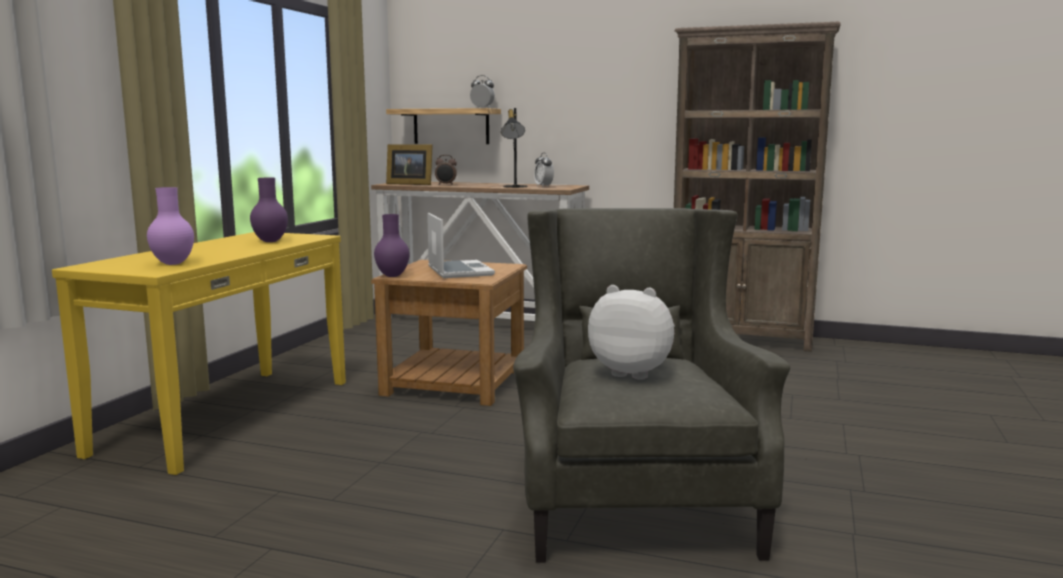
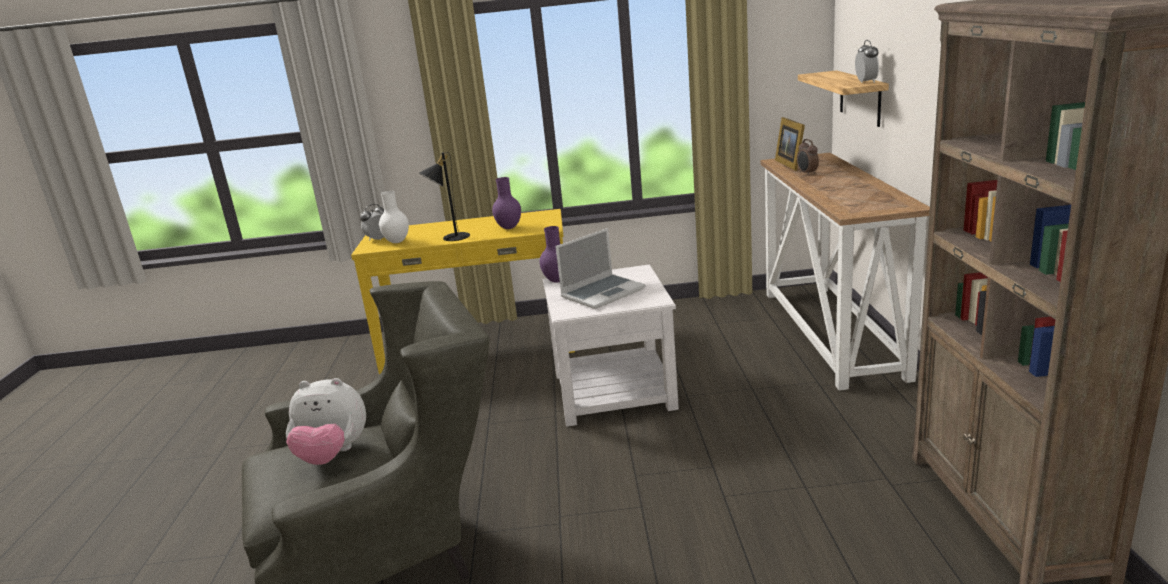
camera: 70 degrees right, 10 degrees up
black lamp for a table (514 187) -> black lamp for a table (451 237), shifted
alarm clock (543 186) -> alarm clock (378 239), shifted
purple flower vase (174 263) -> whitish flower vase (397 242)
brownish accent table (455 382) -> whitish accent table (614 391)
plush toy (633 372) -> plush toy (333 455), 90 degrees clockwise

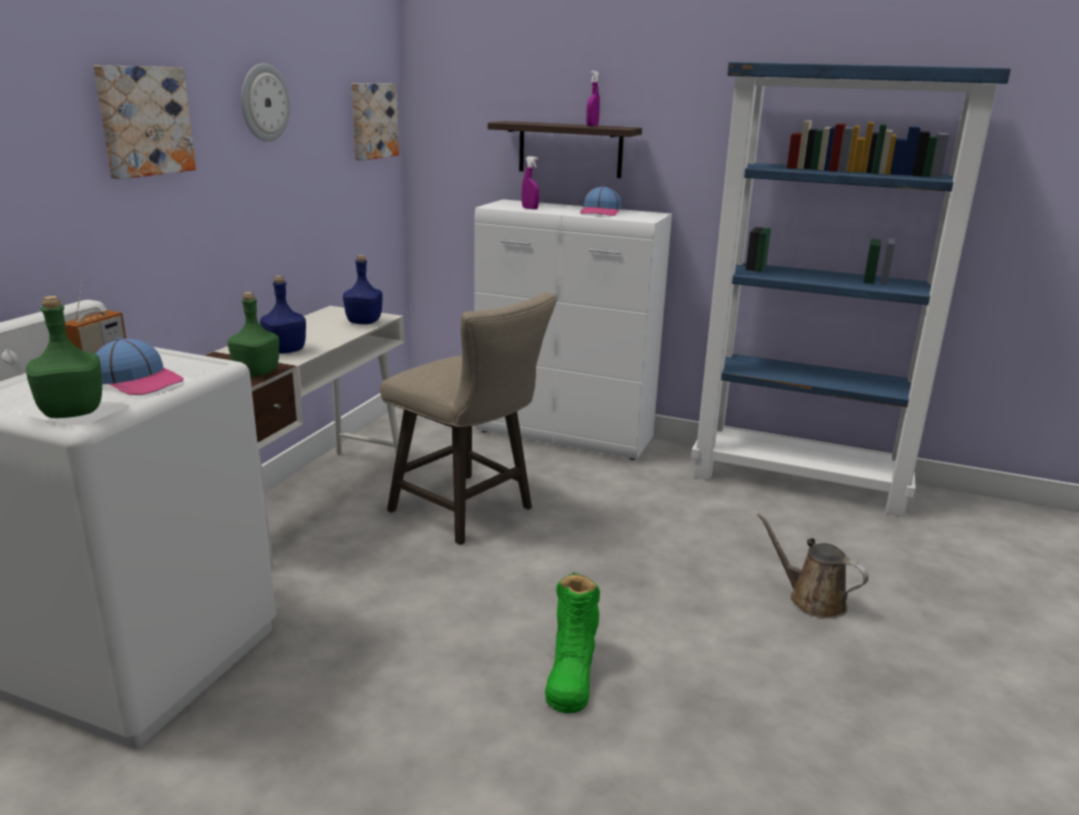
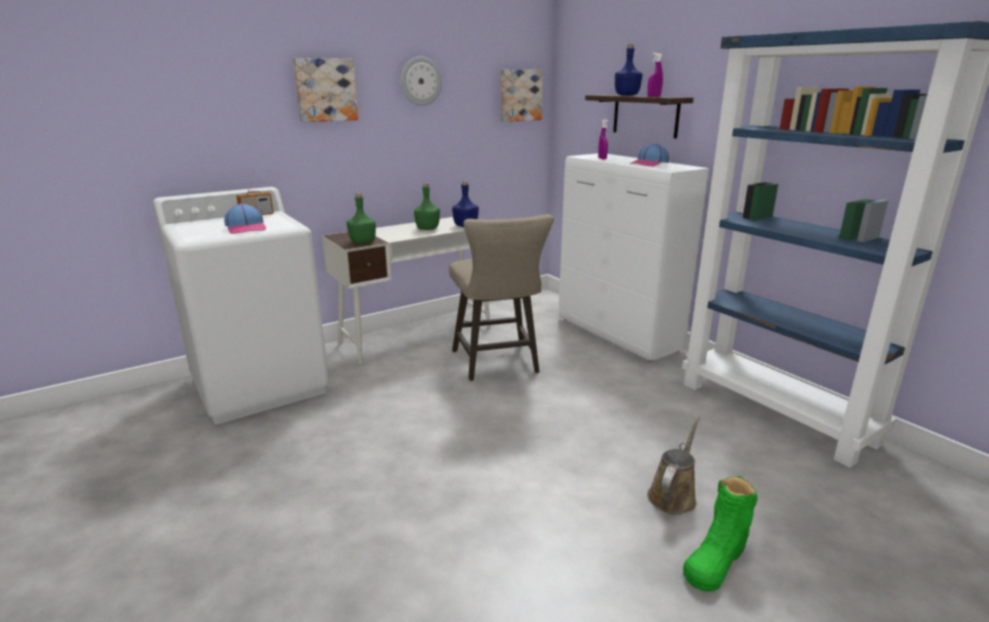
camera: 35 degrees right, 0 degrees up
bluish bottle (286 350) -> bluish bottle (627 95), shifted
greenish bottle (74 412) -> greenish bottle (428 229), shifted
brownish watering can (812 599) -> brownish watering can (673 495), 45 degrees clockwise
greenish boot (571 674) -> greenish boot (716 559), shifted

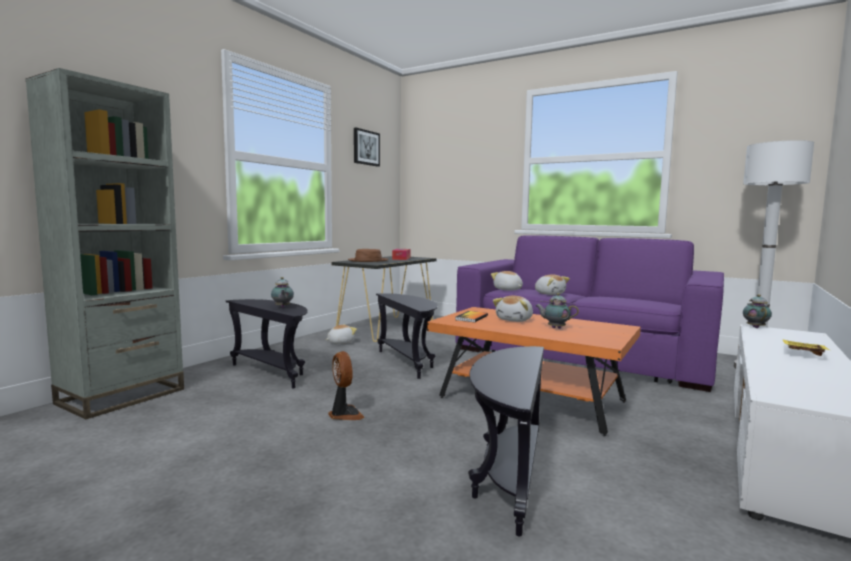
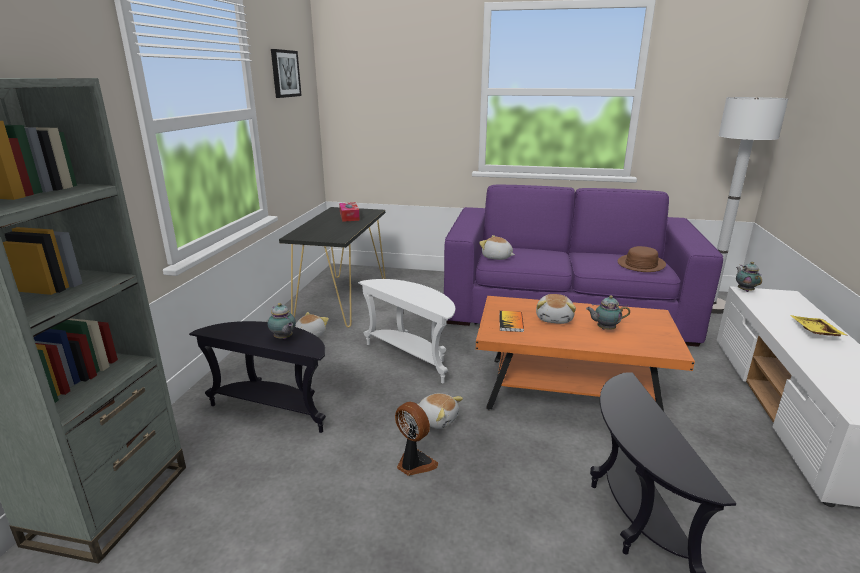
camera: 20 degrees left, 15 degrees up
brownish wearable hat (368 260) -> brownish wearable hat (641 264), shifted
plush toy (549 294) -> plush toy (437 419), shifted
black accent table (408 362) -> whitish accent table (412 357)

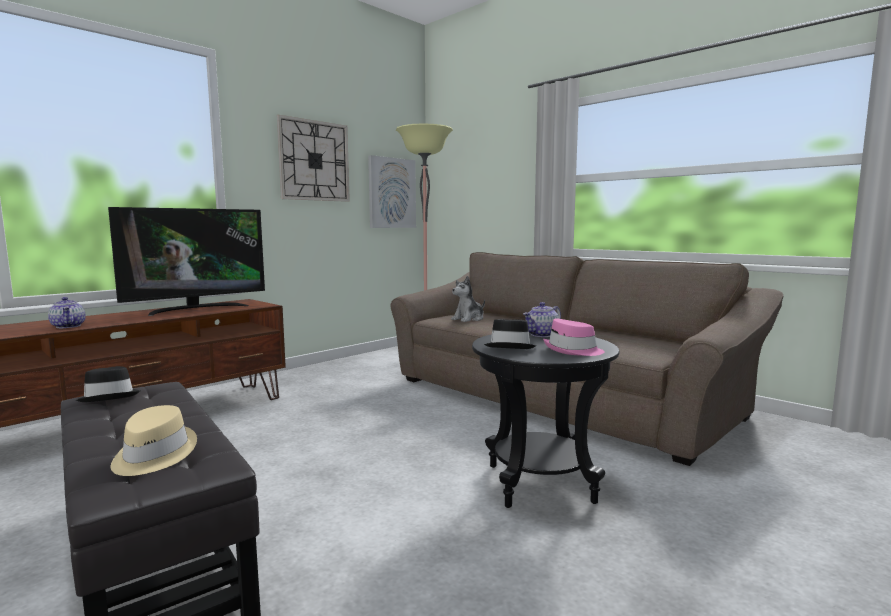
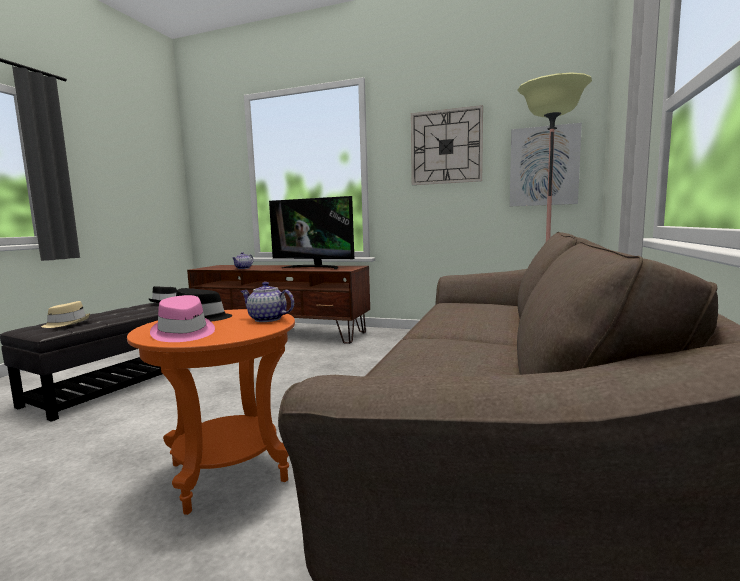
camera: 65 degrees right, 0 degrees up
plush toy (469 319) -> none
black accent table (540 484) -> orange accent table (228 473)

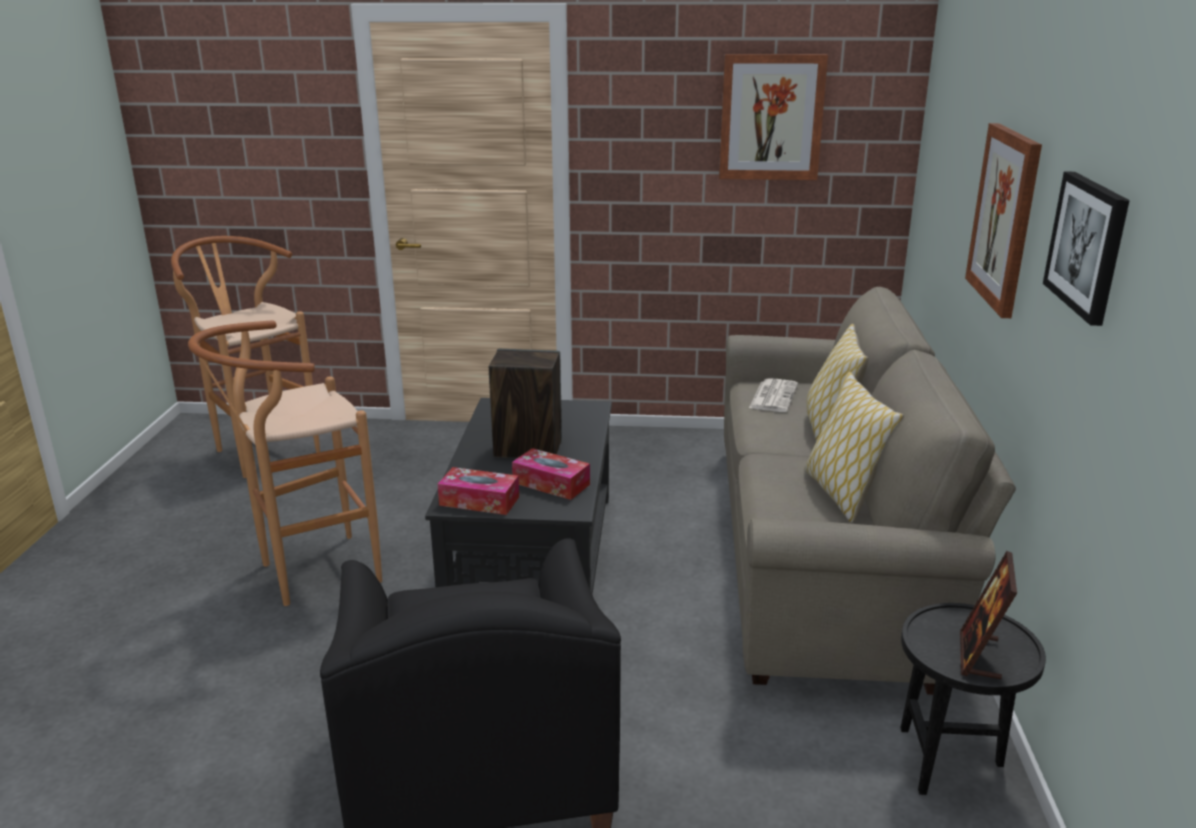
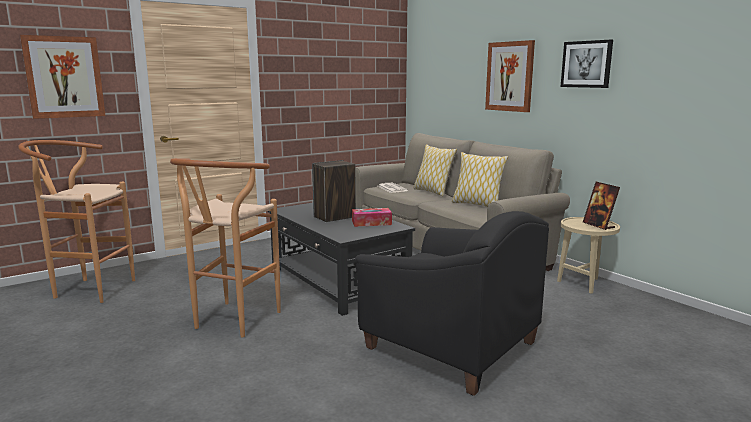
camera: 40 degrees left, 10 degrees down
wall picture (771 117) -> wall picture (64 77), shifted
box of tissues (479 501) -> none
black accent table (950 762) -> beige accent table (584 283)

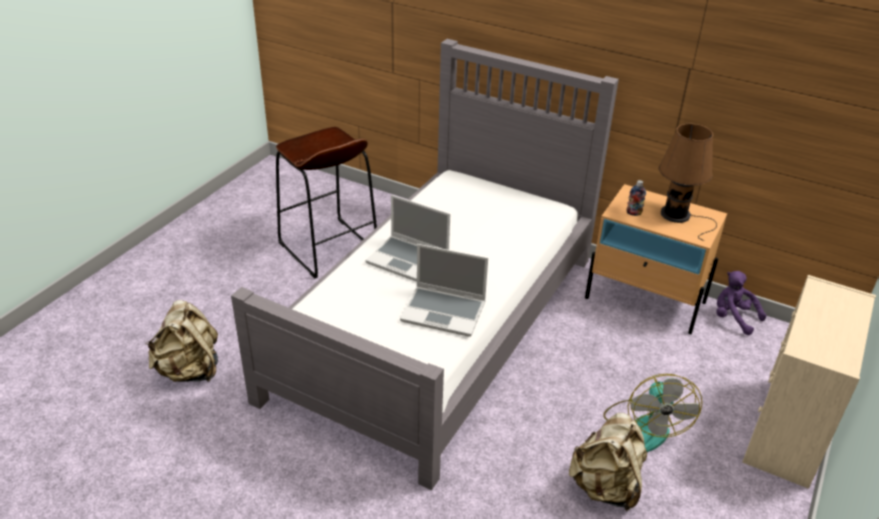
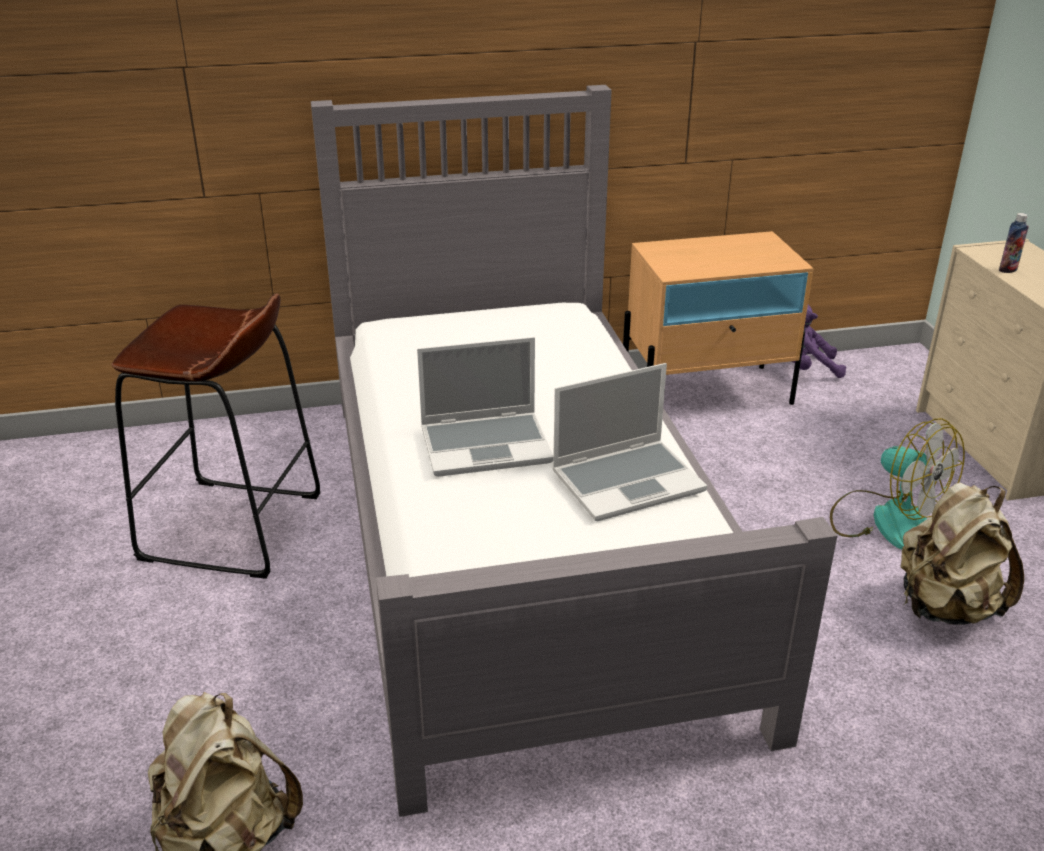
camera: 40 degrees left, 5 degrees down
brownish lamp for a table (678 216) -> none
bottle (633 213) -> bottle (1008 269), shifted

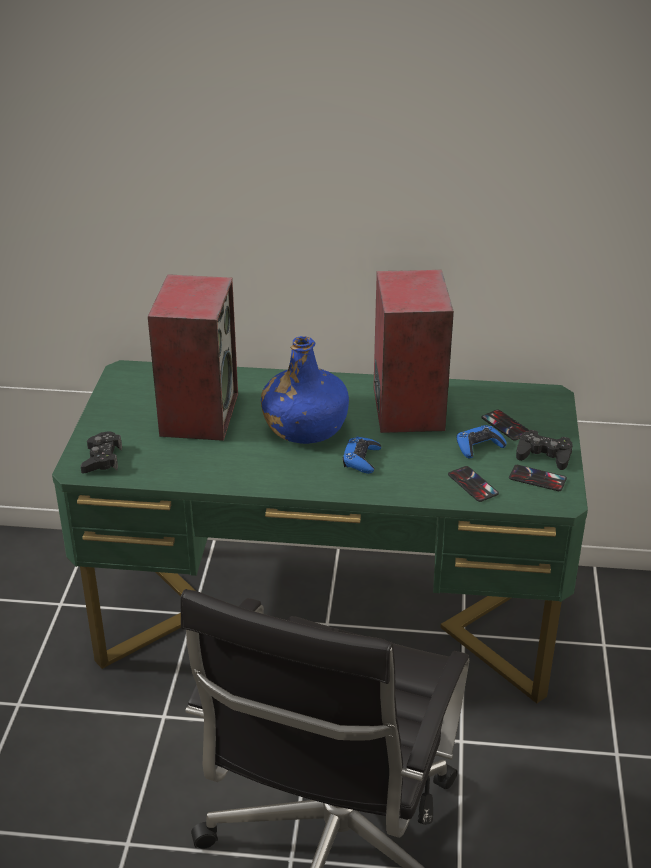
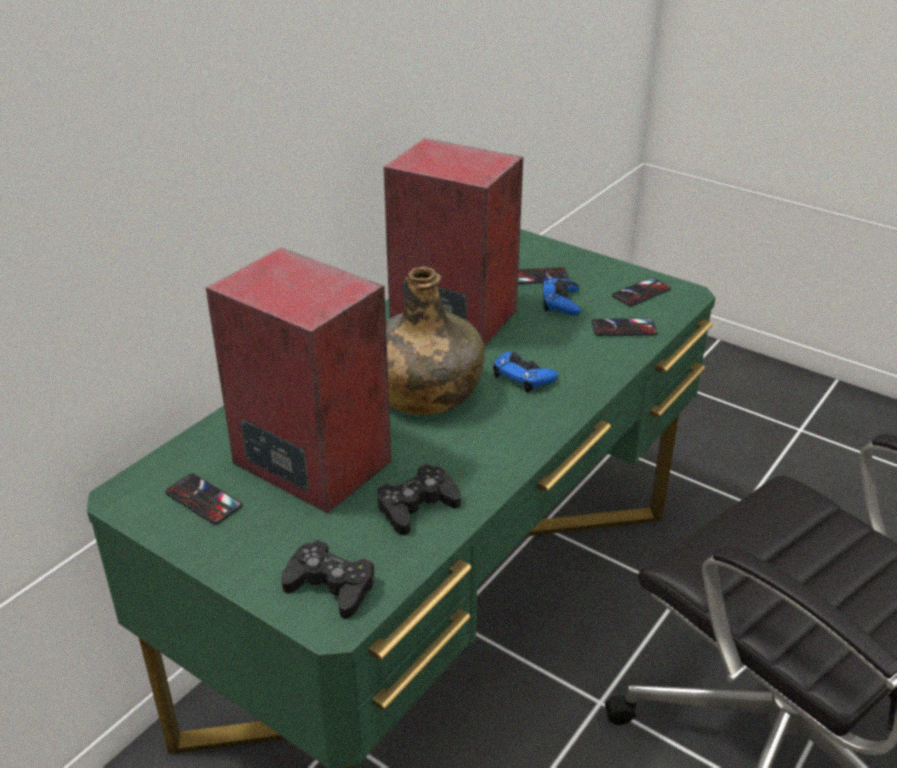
camera: 60 degrees left, 0 degrees up
bluish bottle (305 427) -> greenish bottle (424 392)
black joypad (544 455) -> black joypad (417 506), shifted
none -> handset (203 499)

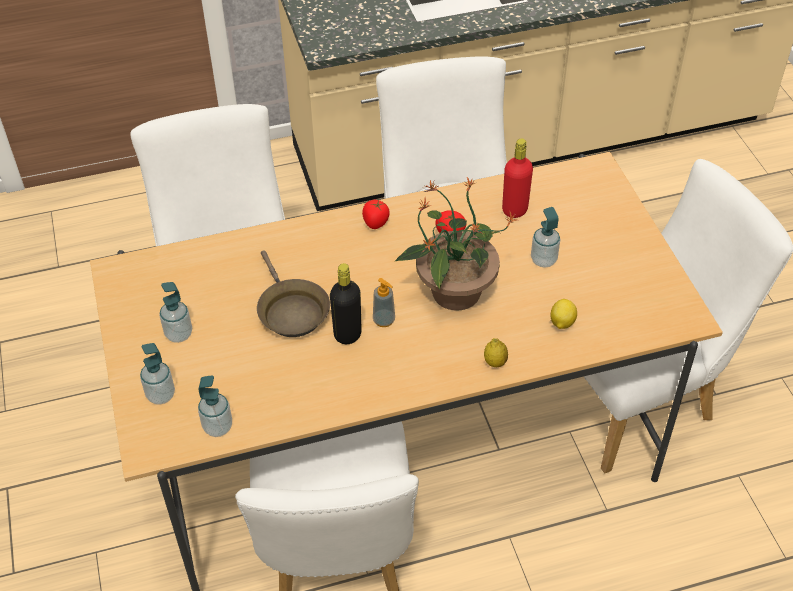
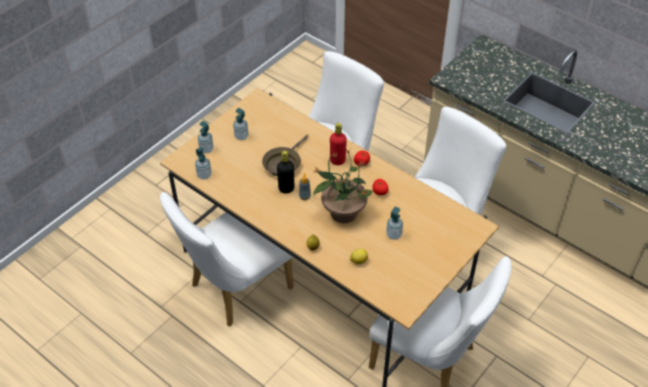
camera: 55 degrees right, 0 degrees up
red bottle (514 210) -> red bottle (337 161), shifted

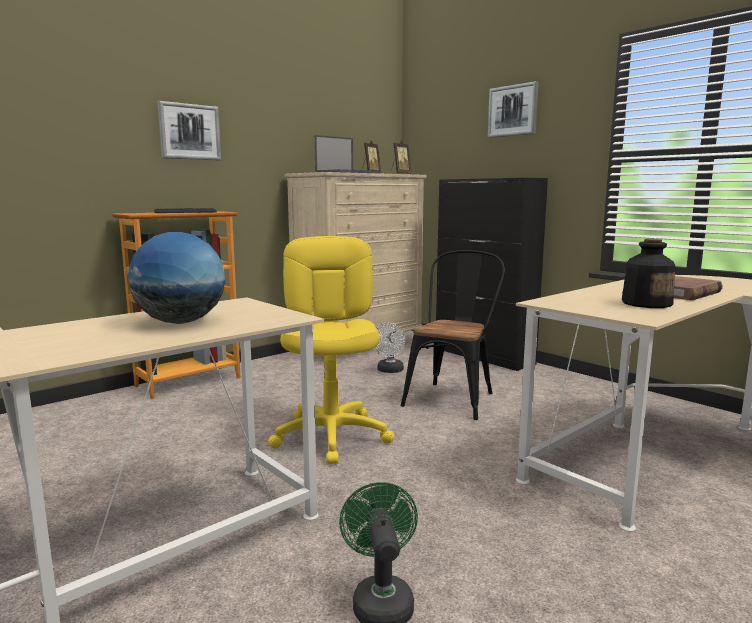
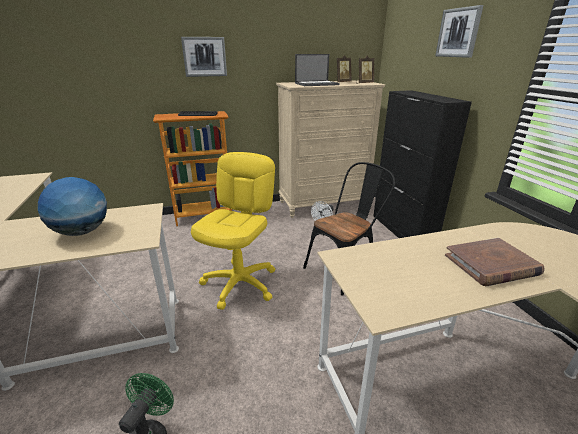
camera: 25 degrees right, 15 degrees up
bottle (646 303) -> none

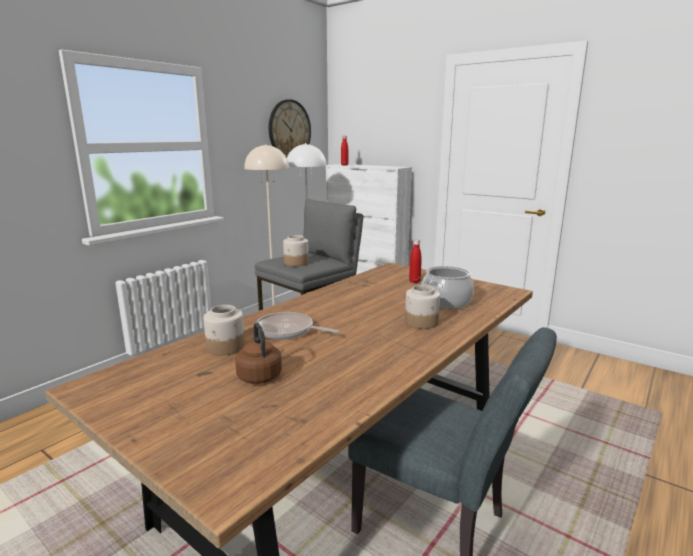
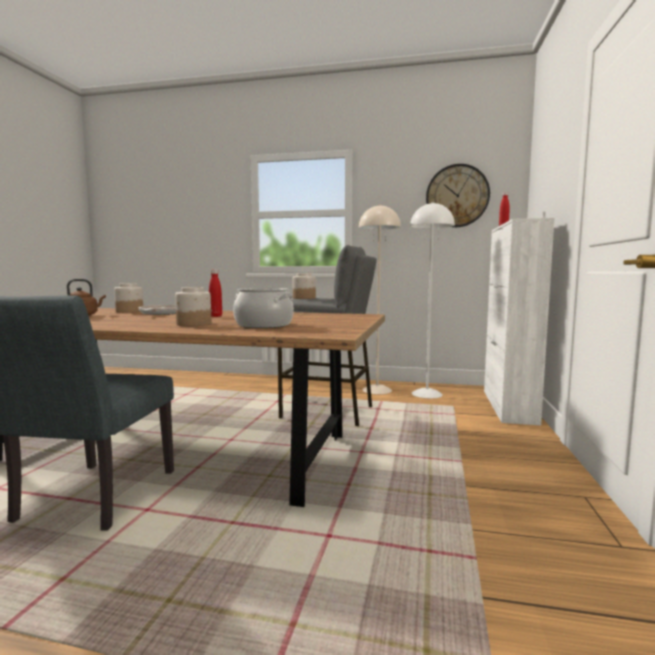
camera: 65 degrees right, 10 degrees down
red bottle (414 281) -> red bottle (216 316), shifted

